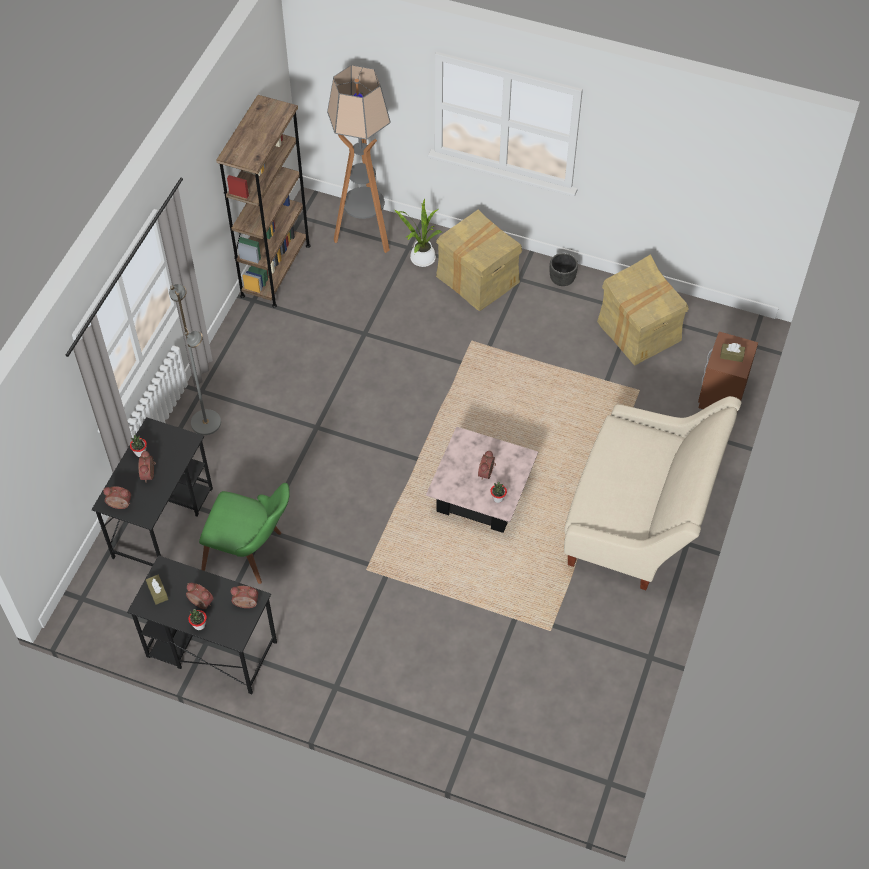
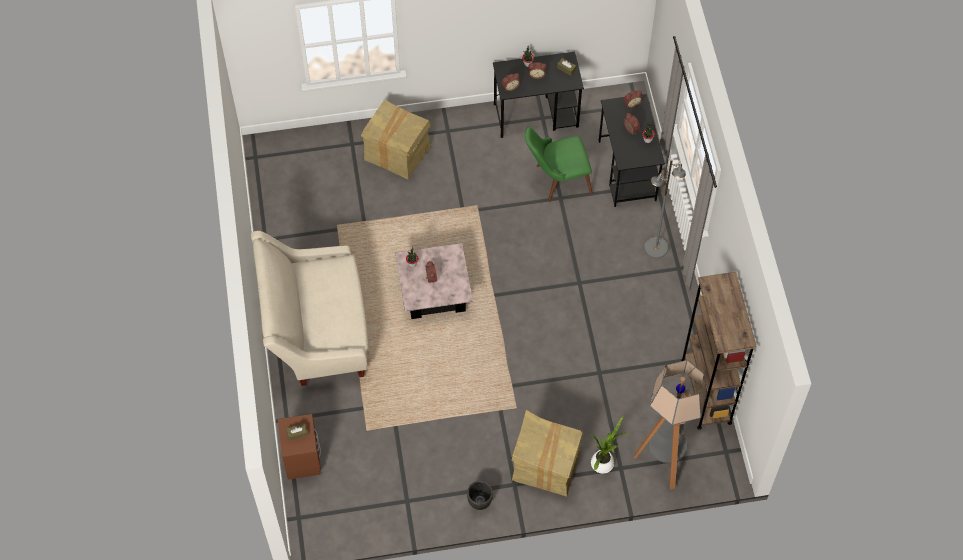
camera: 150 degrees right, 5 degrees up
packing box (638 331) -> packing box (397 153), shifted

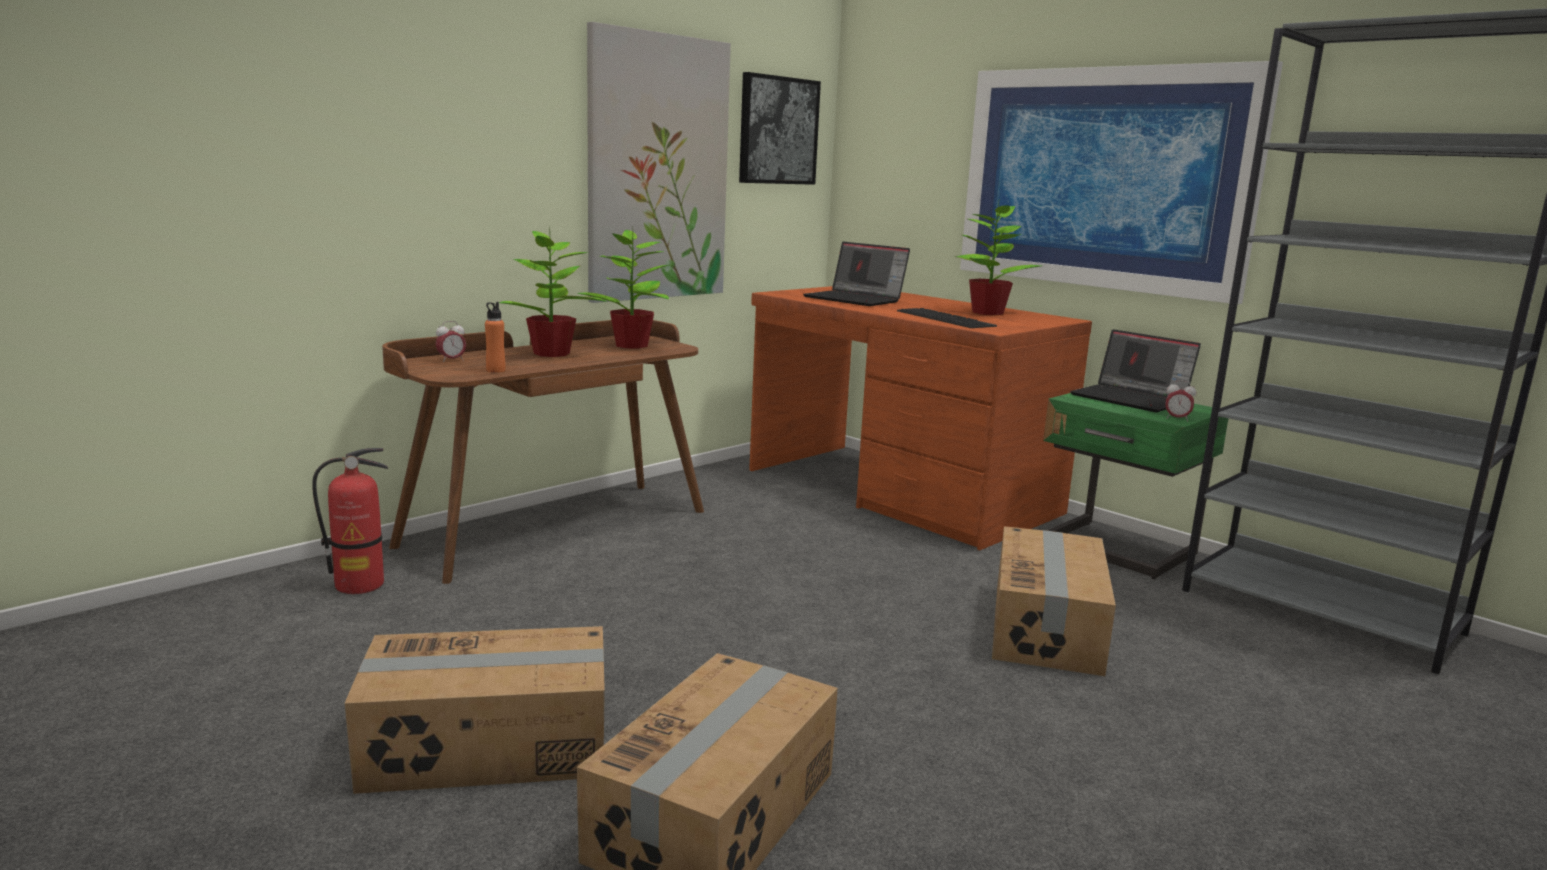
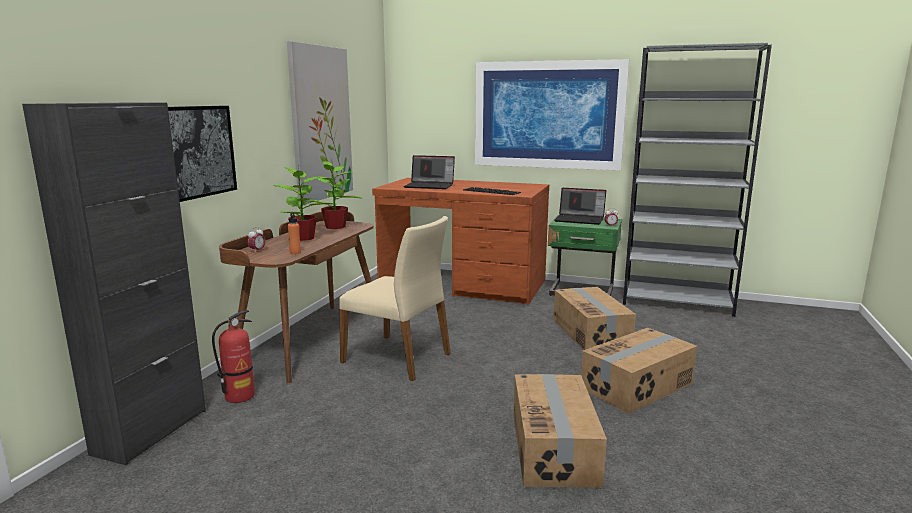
camera: 25 degrees left, 0 degrees up
wall picture (778 130) -> wall picture (198 151), shifted
plant in a pot (987 312) -> none
packing box (488 746) -> packing box (637 386), shifted
none -> black cabinet (151 431)
none -> beige upright chair (398 357)

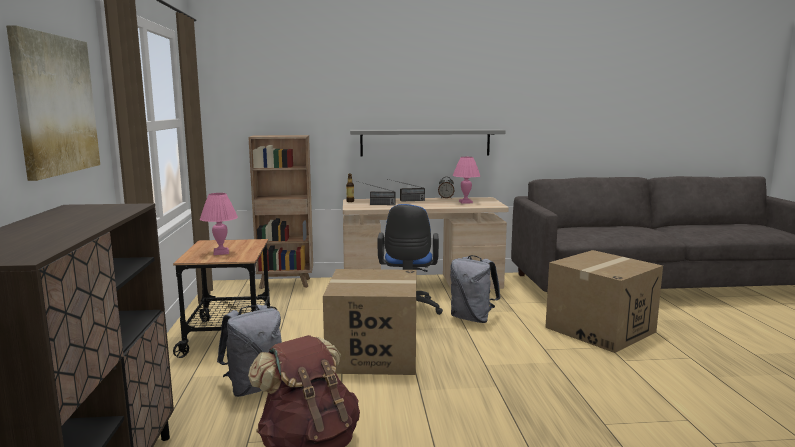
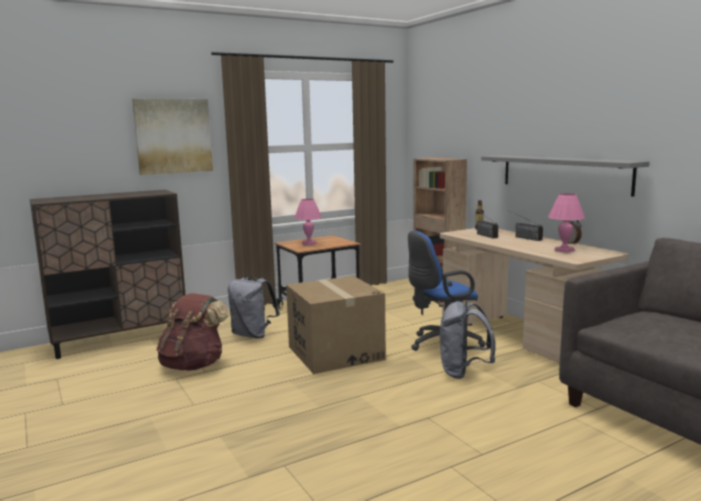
camera: 65 degrees right, 0 degrees up
packing box (600 329) -> none

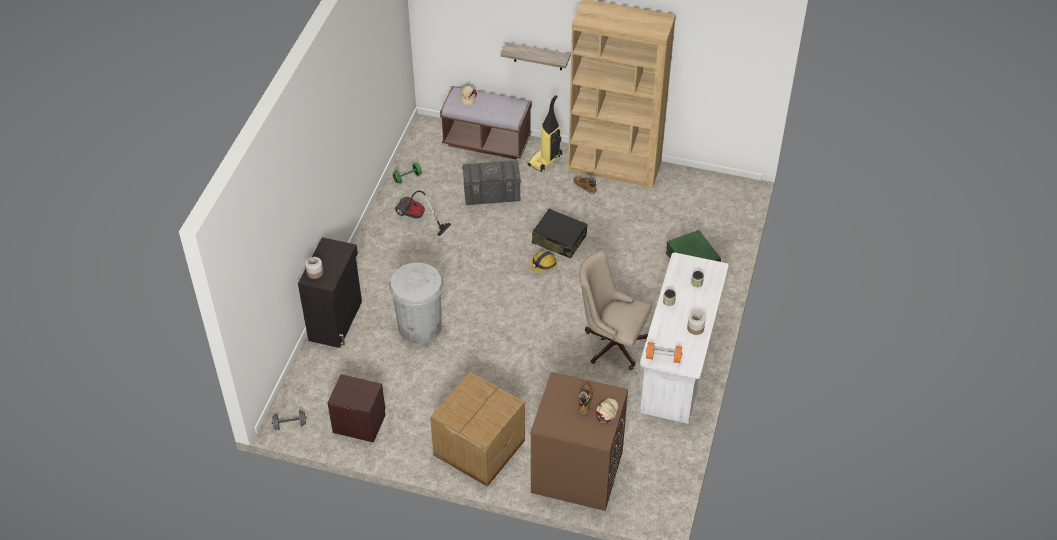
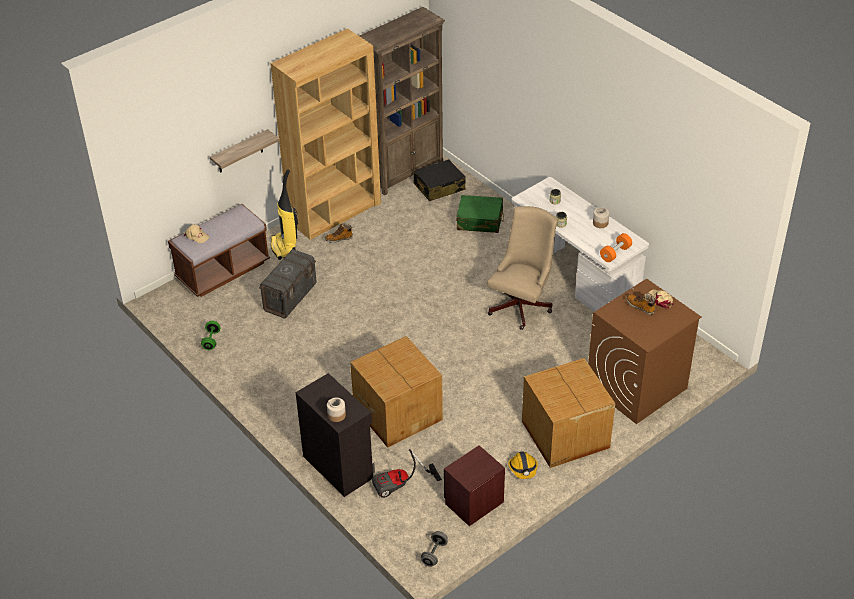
camera: 55 degrees left, 5 degrees down
hoover (416 218) -> hoover (401 486), shifted
black piece of luggage (559 239) -> black piece of luggage (439 187), shifted
safety helmet (543 265) -> safety helmet (523 468), shifted
beige computer chair (611 343) -> beige computer chair (522 304), 150 degrees clockwise
whitish waste bin (420 326) -> packing box (398 412)
none -> brownish bookshelf (405 172)

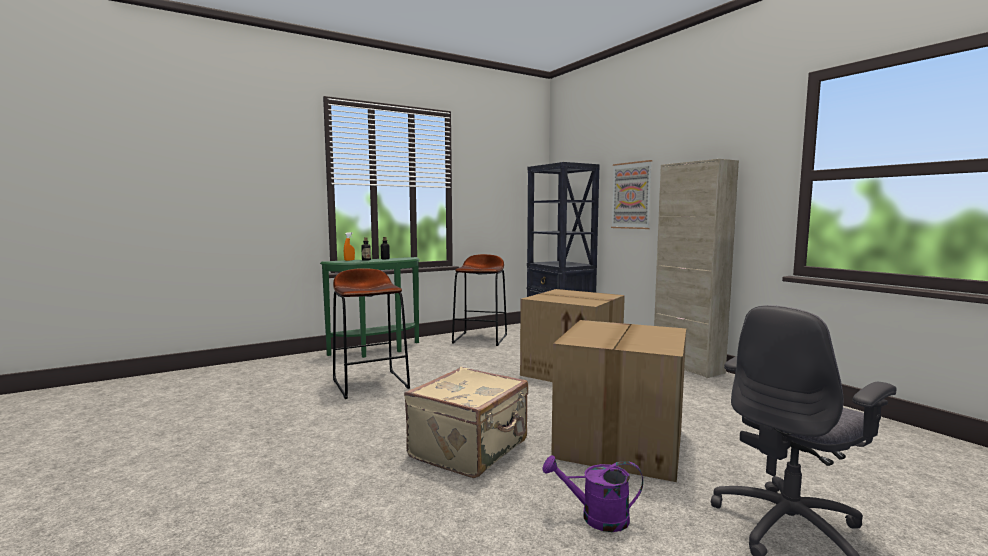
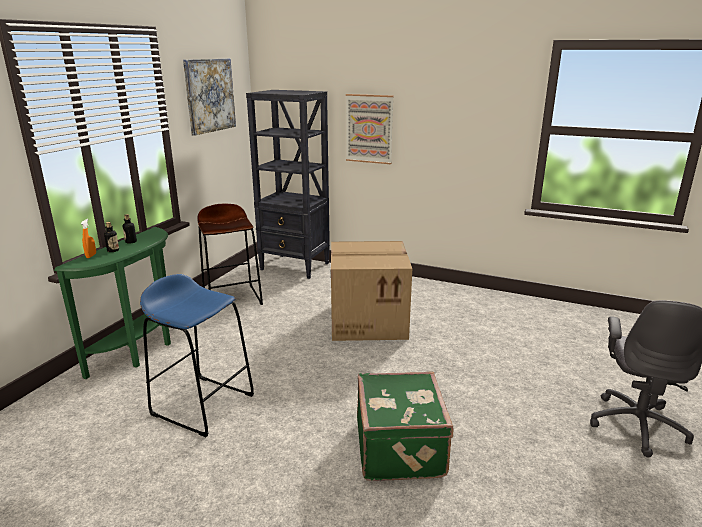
camera: 35 degrees left, 15 degrees up
beige cabinet (687 367) -> none
brownish stool seat (370 384) -> bluish stool seat (203 404)
packing box (618 442) -> none
beige piece of luggage (470 449) -> greenish piece of luggage (401 448)
purple watering can (596 517) -> none
none -> wall picture (209 95)

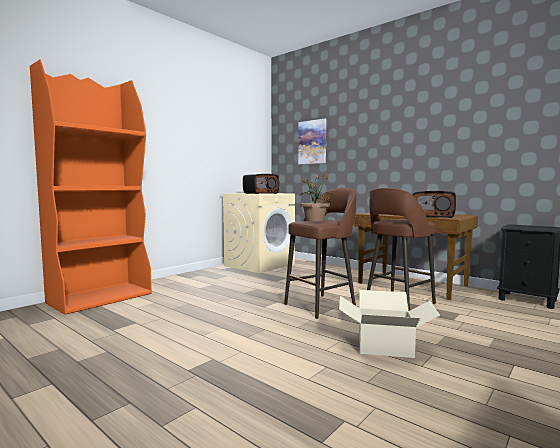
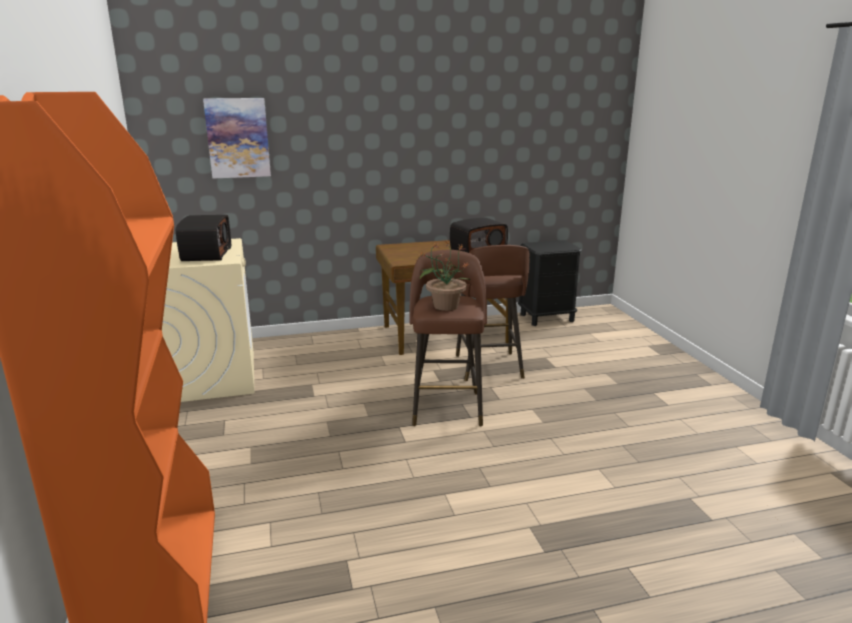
camera: 55 degrees left, 15 degrees up
packing box (385 346) -> none

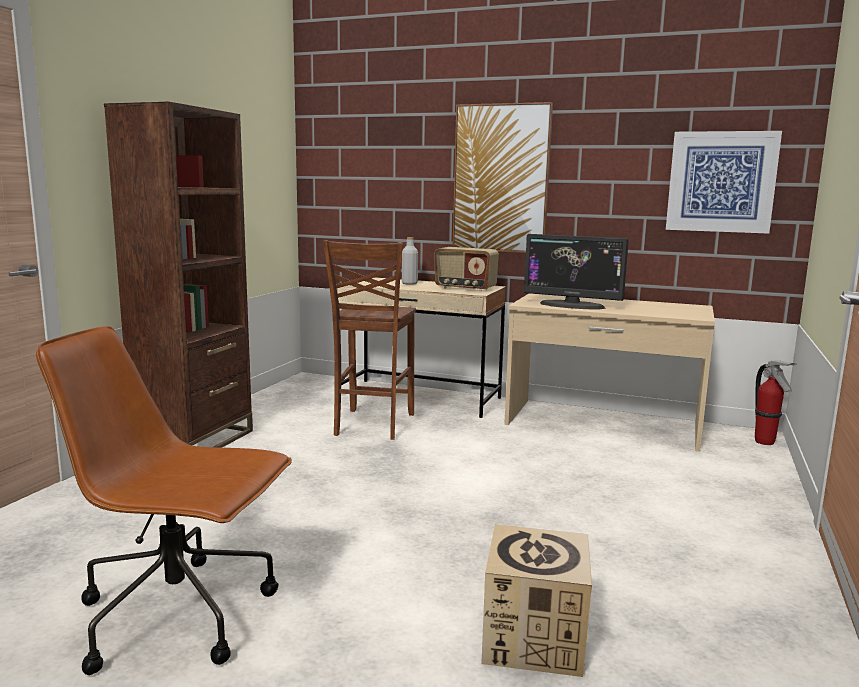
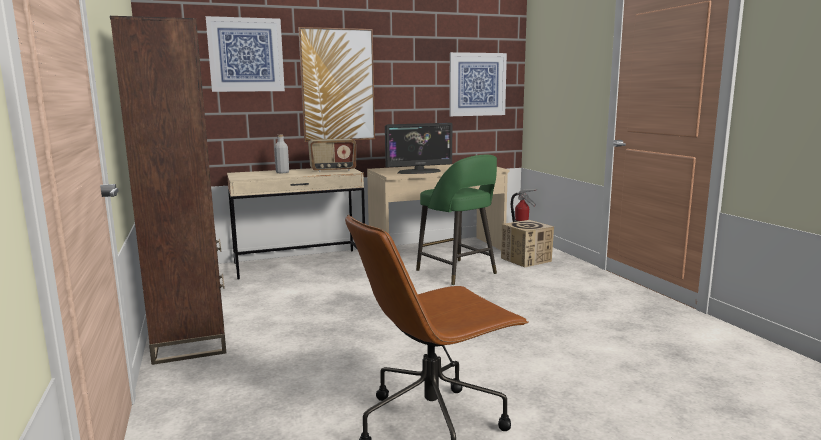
camera: 40 degrees left, 0 degrees up
brownish upright chair (372 425) -> none
packing box (534 639) -> packing box (526 260), shifted
none -> wall picture (246 55)
none -> greenish stool seat (457 272)

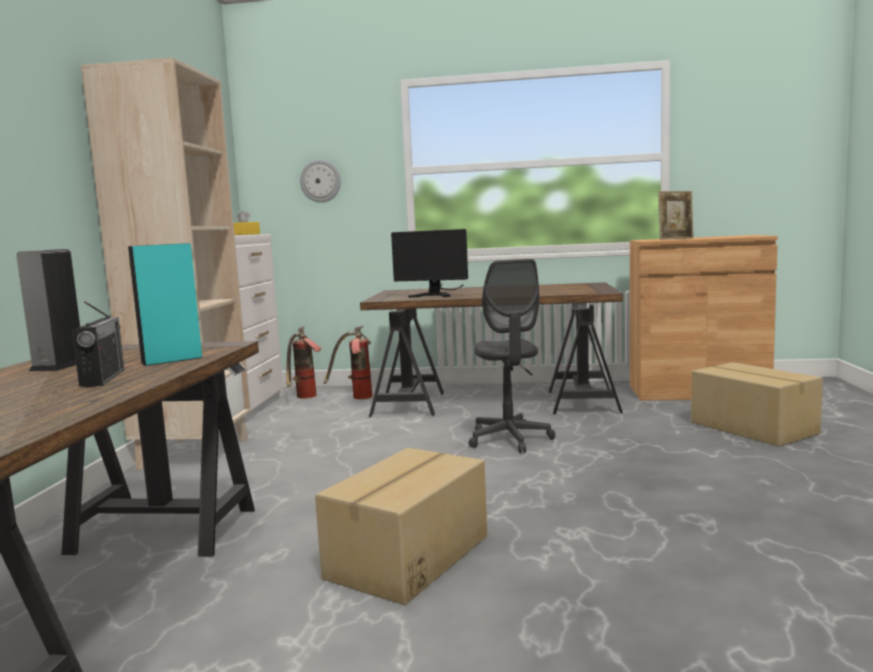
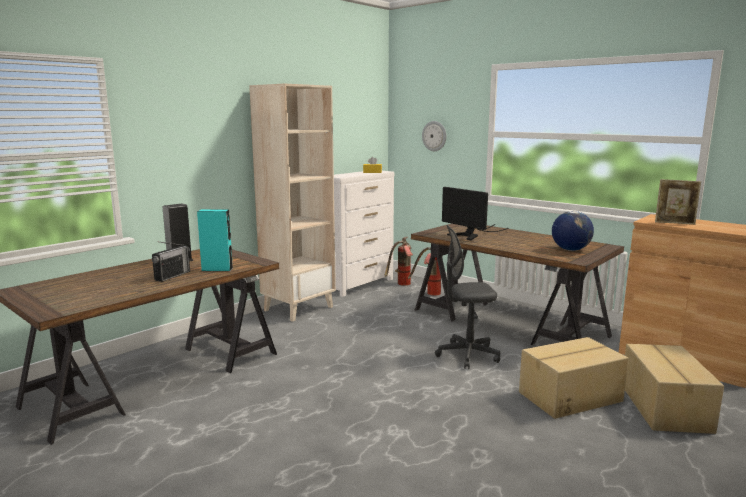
camera: 35 degrees right, 5 degrees up
grey computer chair (509 439) -> grey computer chair (467 355), 60 degrees clockwise
packing box (406 557) -> packing box (569 396), shifted
none -> desk globe (570 250)

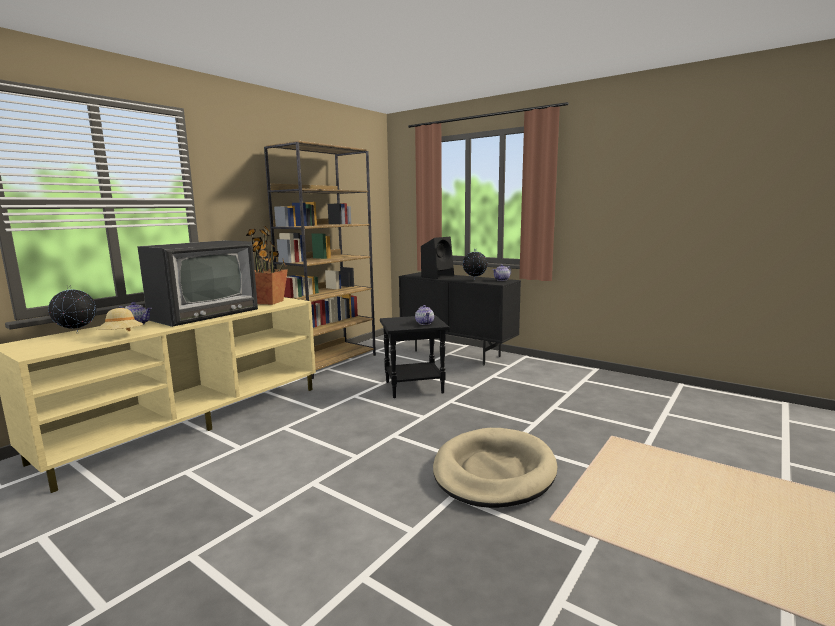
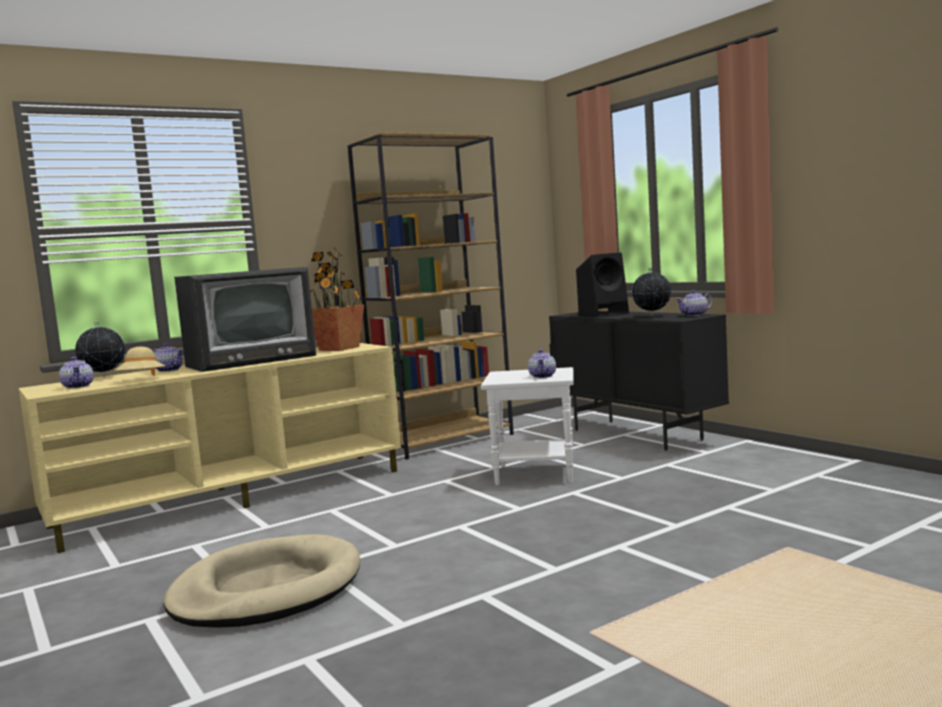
camera: 20 degrees right, 5 degrees down
black accent table (414 387) -> whitish accent table (536 474)
beige dog cushion (493 472) -> beige dog cushion (266 590), shifted
none -> pot for tea (78 386)

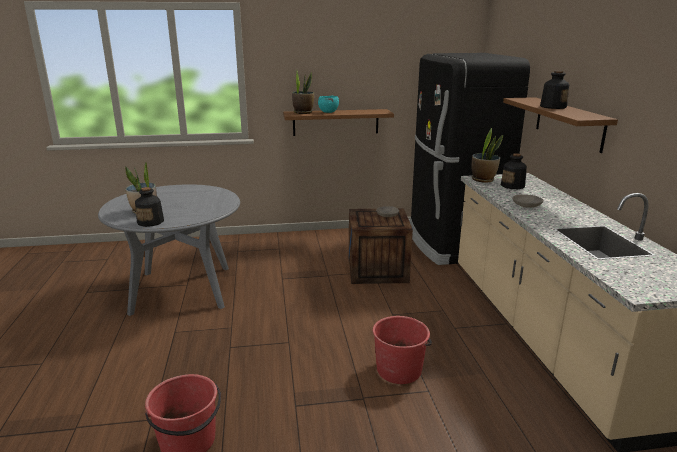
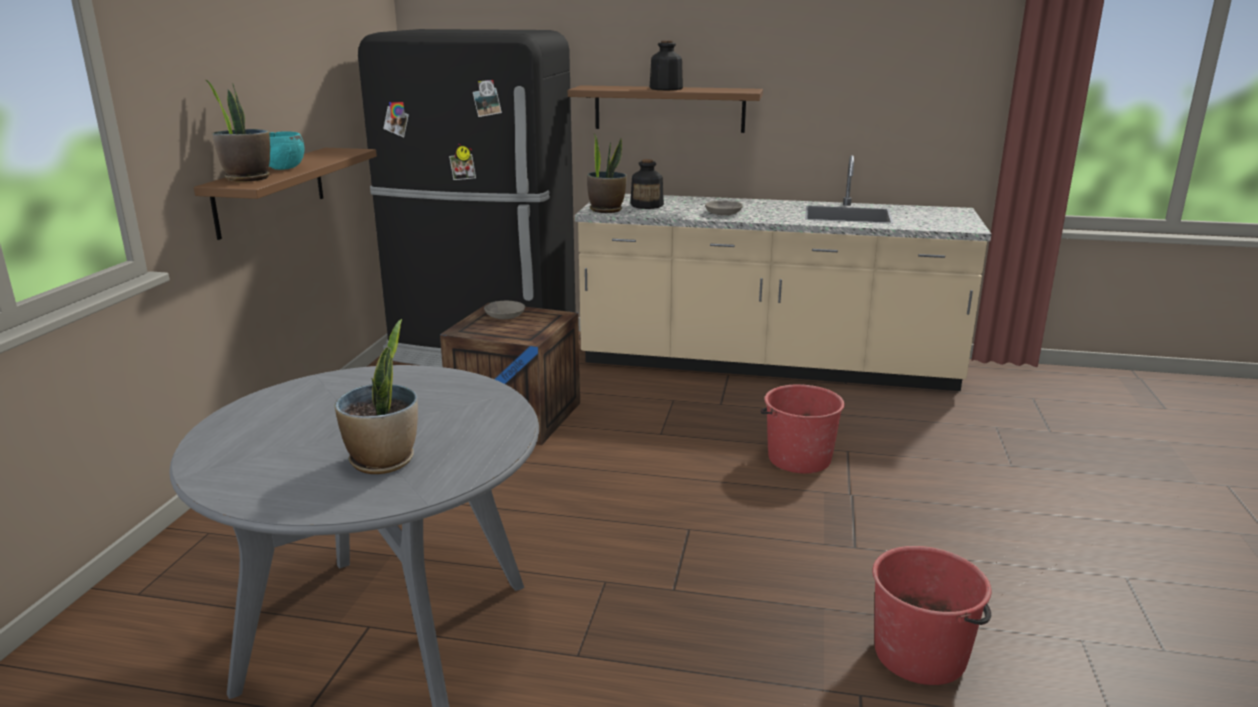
camera: 70 degrees left, 0 degrees up
bottle (151 222) -> none

